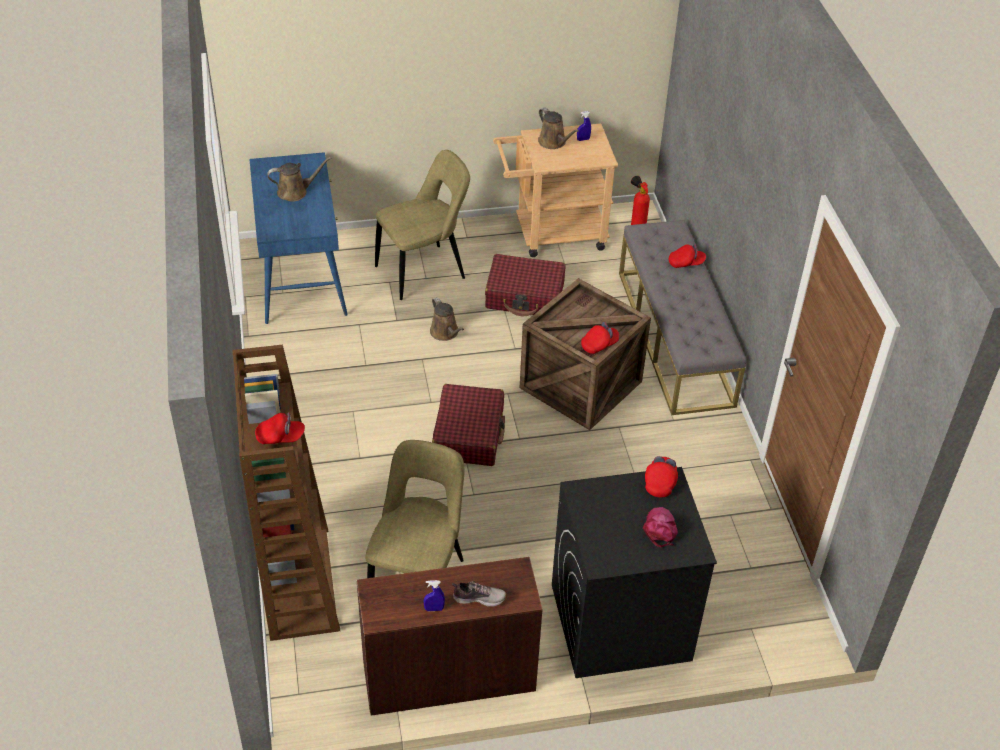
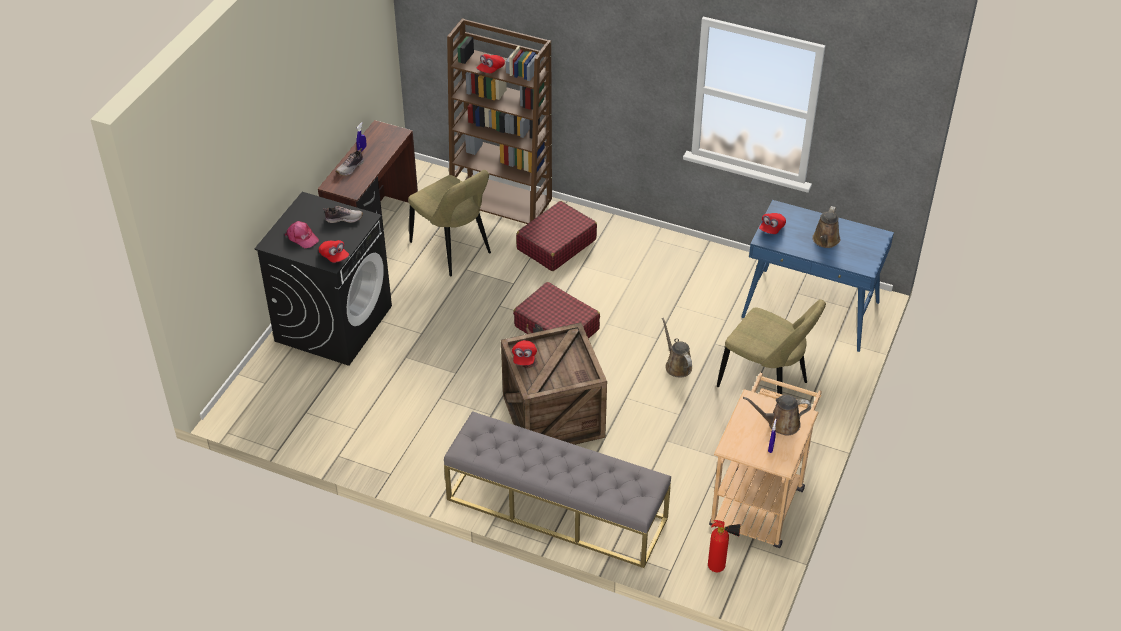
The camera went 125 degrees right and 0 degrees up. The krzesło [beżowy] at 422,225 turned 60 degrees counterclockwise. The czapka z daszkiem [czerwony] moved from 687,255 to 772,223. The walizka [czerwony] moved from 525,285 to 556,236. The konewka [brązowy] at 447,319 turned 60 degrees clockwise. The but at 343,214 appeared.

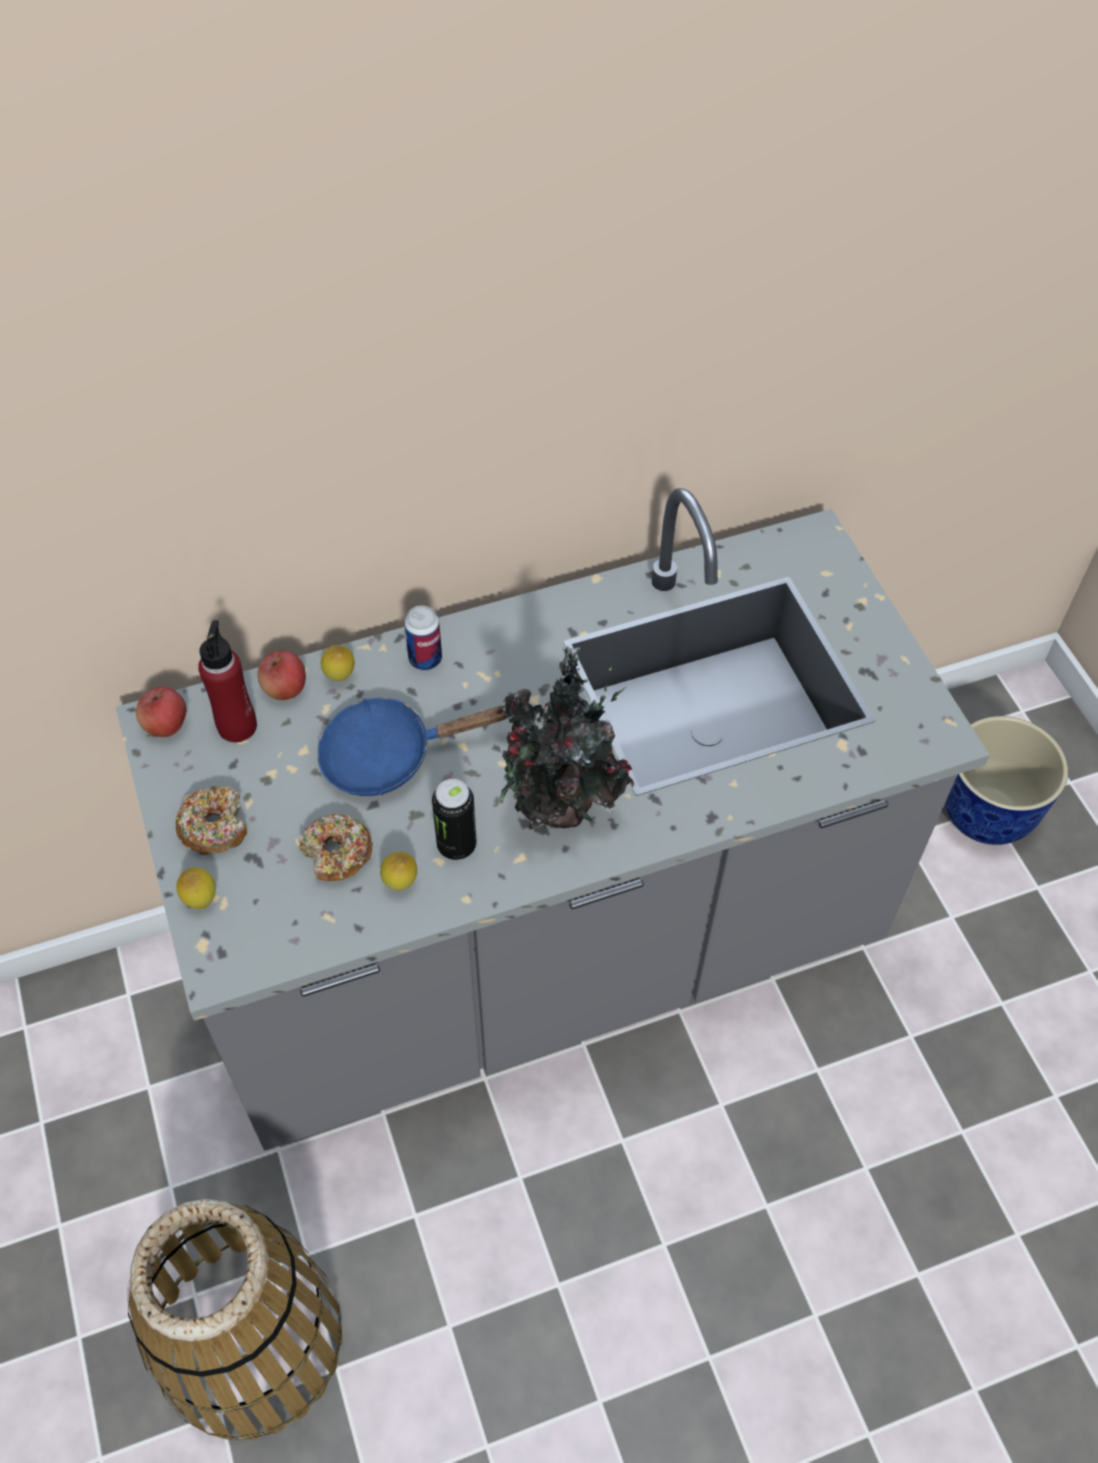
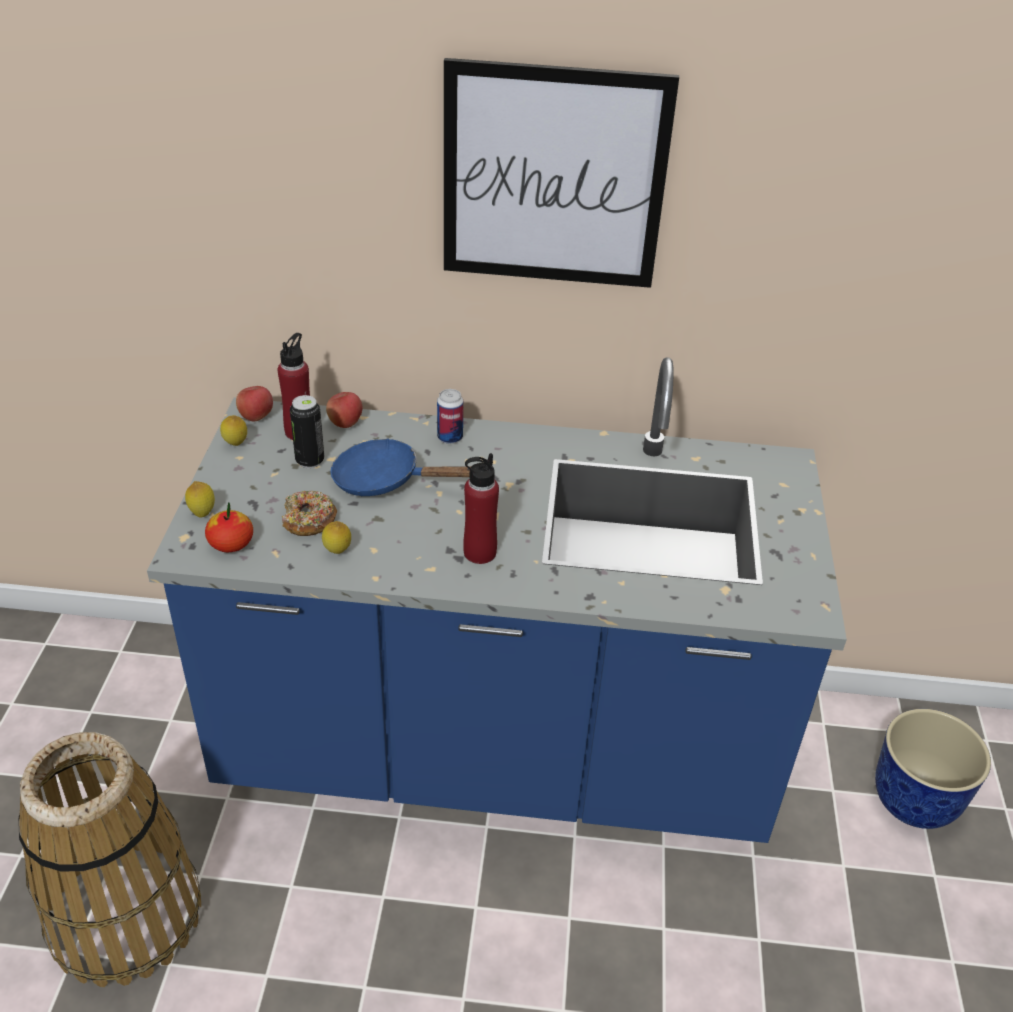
The camera went 25 degrees right and 15 degrees down. The zabudowa kuchenna [szary] at 553,819 became the zabudowa kuchenna [niebieski] at 497,600. The cytryna moved from 338,663 to 233,430. The roślina doniczkowa at 567,737 was replaced by the butelka [czerwony] at 481,508. The puszka moved from 454,819 to 307,431. The donut at 211,820 disappeared. The obraz at 561,173 appeared. The jabłko at 229,527 appeared.

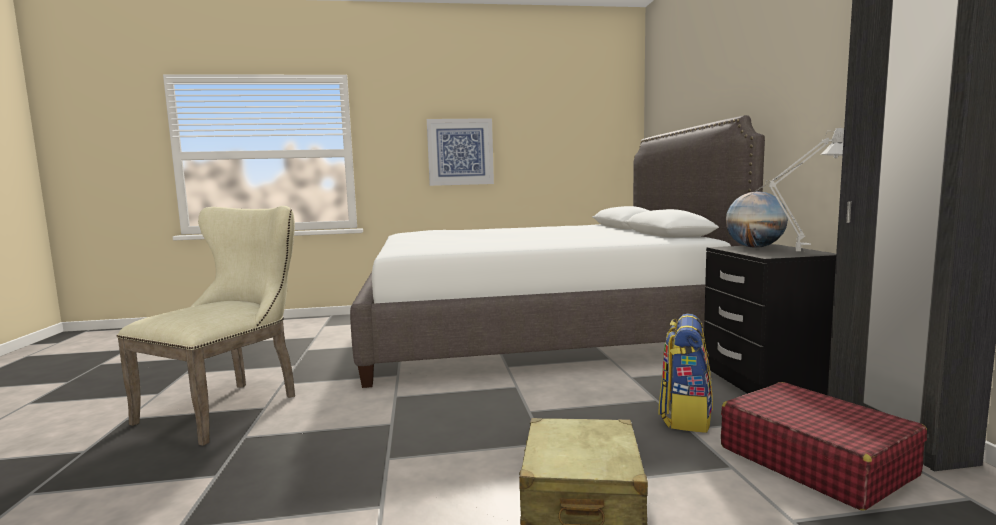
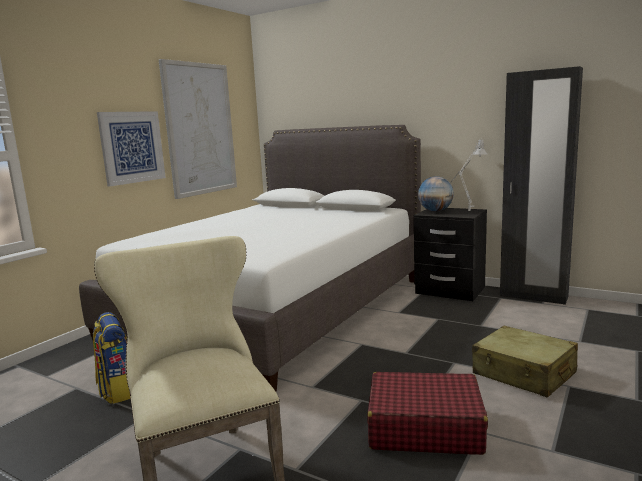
The camera went 50 degrees left and 5 degrees up. The plecak moved from 685,373 to 111,358. The walizka [czerwony] moved from 824,446 to 428,413. The obraz at 198,129 appeared.

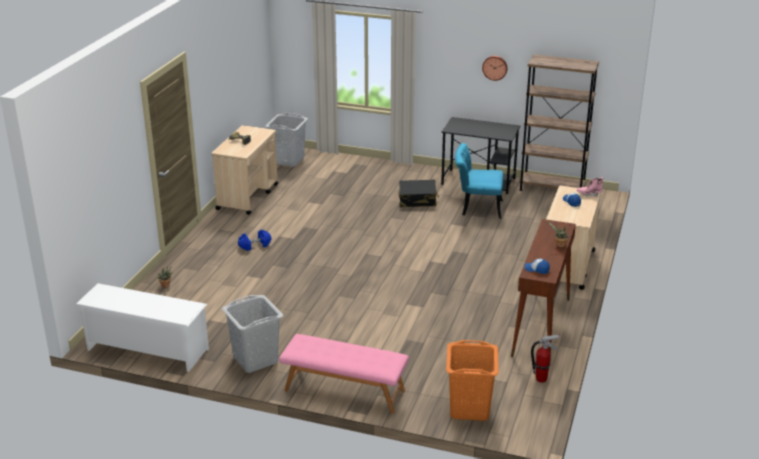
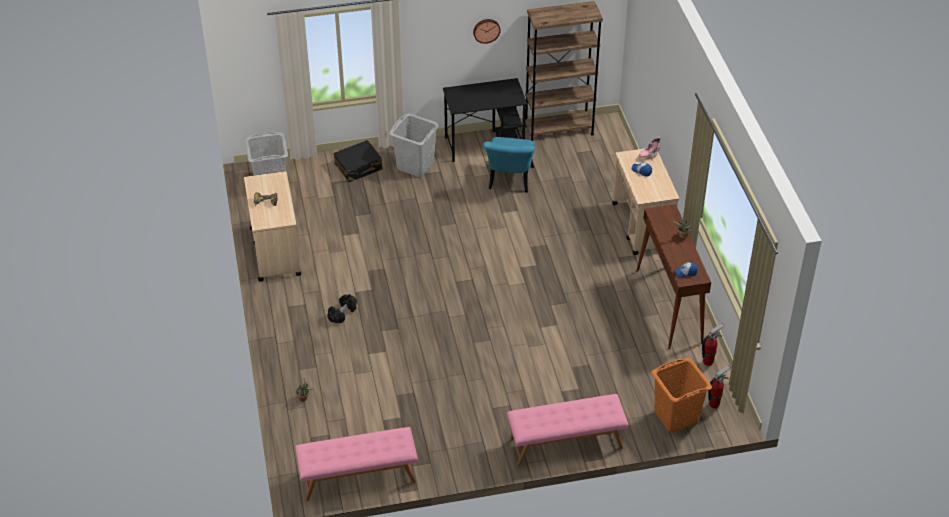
The camera went 30 degrees left and 15 degrees up. The krzesło [turkusowy] at 479,181 turned 60 degrees counterclockwise. The walizka [czarny] moved from 419,193 to 358,161. The hantel [niebieski] at 254,240 became the hantel [czarny] at 342,309. The regał na buty [biały] at 142,327 was replaced by the ławka [różowy] at 356,464. The kosz na pranie [szary] moved from 252,334 to 414,145. The gaśnica at 719,387 appeared.

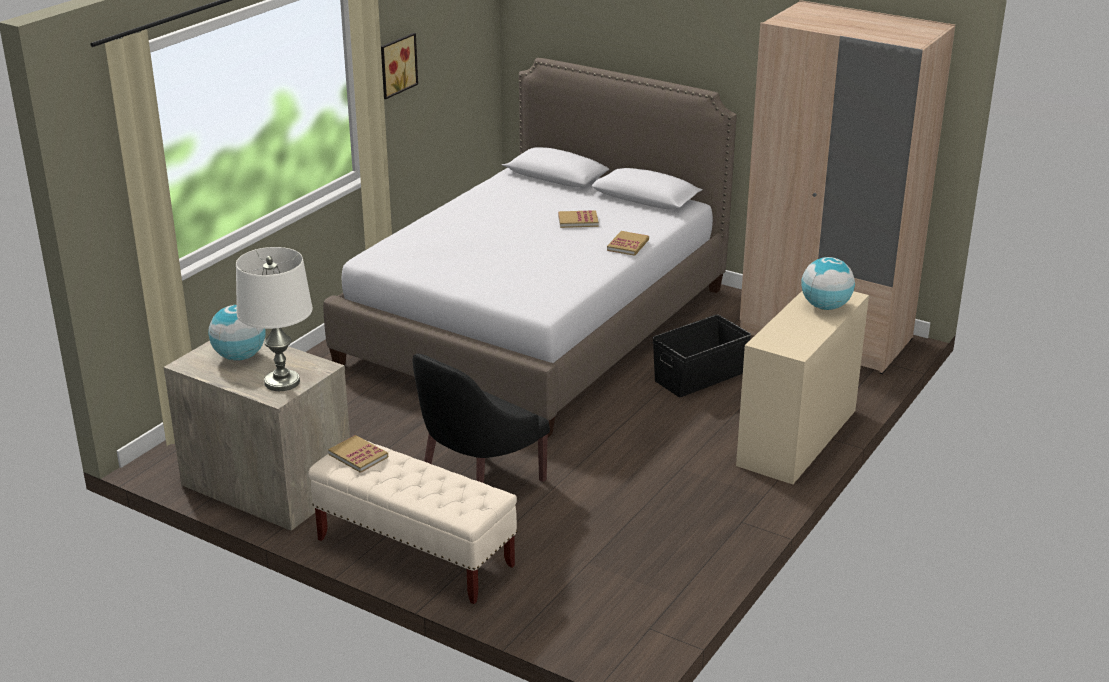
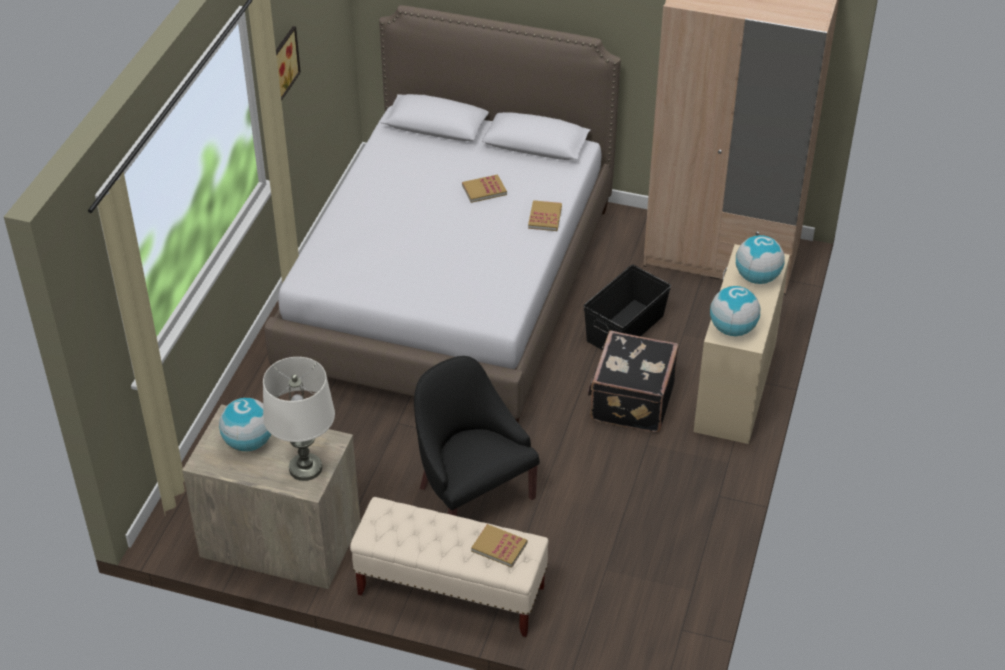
The camera went 15 degrees left and 15 degrees up. The fotel [czarny] at 481,418 turned 120 degrees clockwise. The książka moved from 358,454 to 499,546. The globus at 735,311 appeared. The walizka [czarny] at 633,381 appeared.

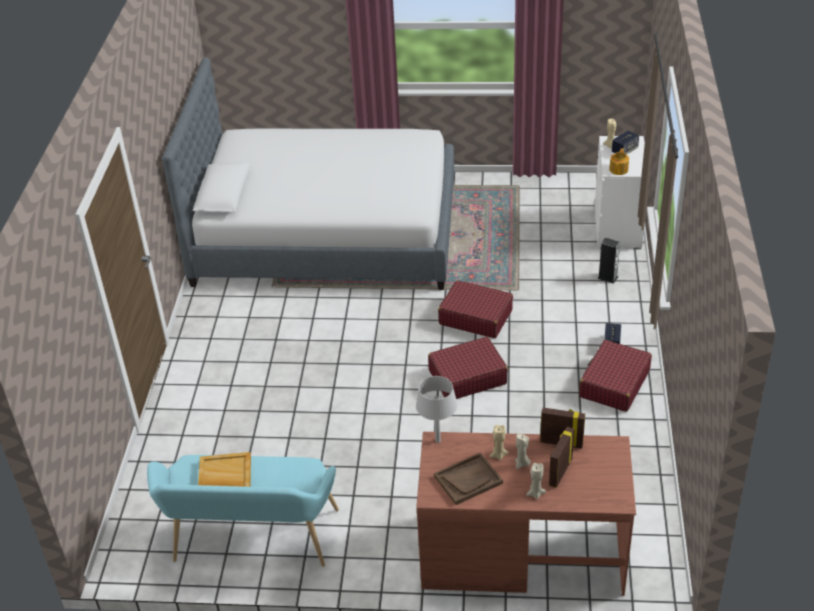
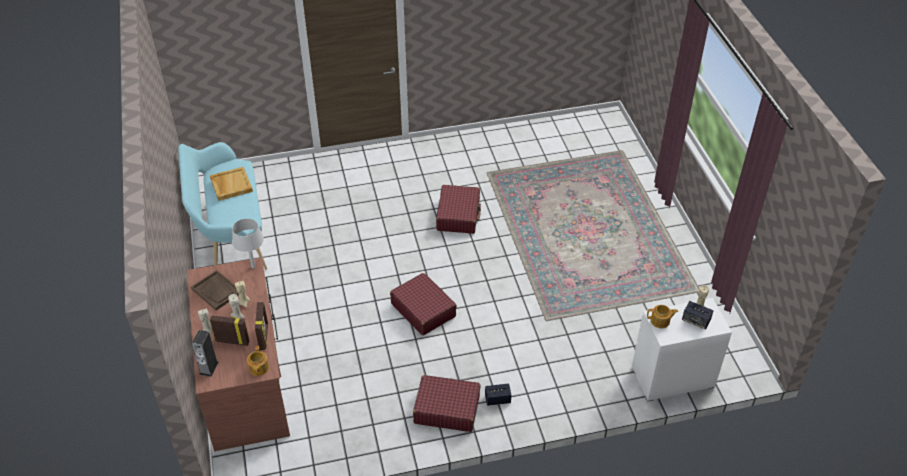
The camera went 70 degrees right and 5 degrees up. The łóżko at 308,173 disappeared. The głośnik moved from 608,261 to 205,353. The walizka [czerwony] moved from 475,309 to 458,209. The imbryk at 258,361 appeared.

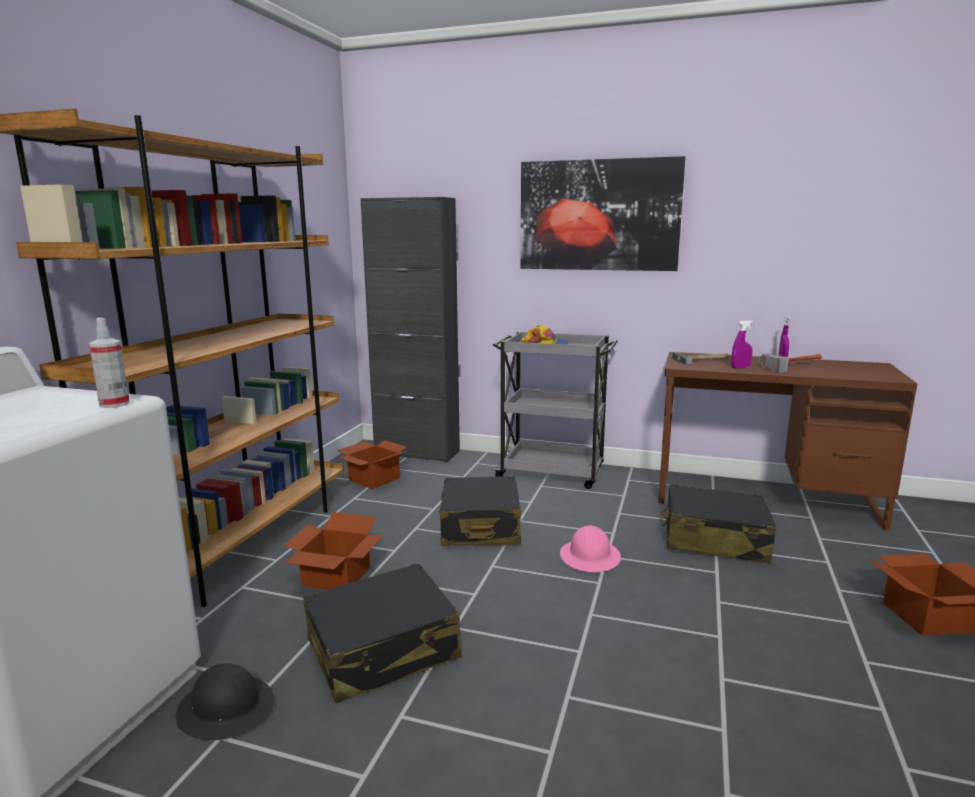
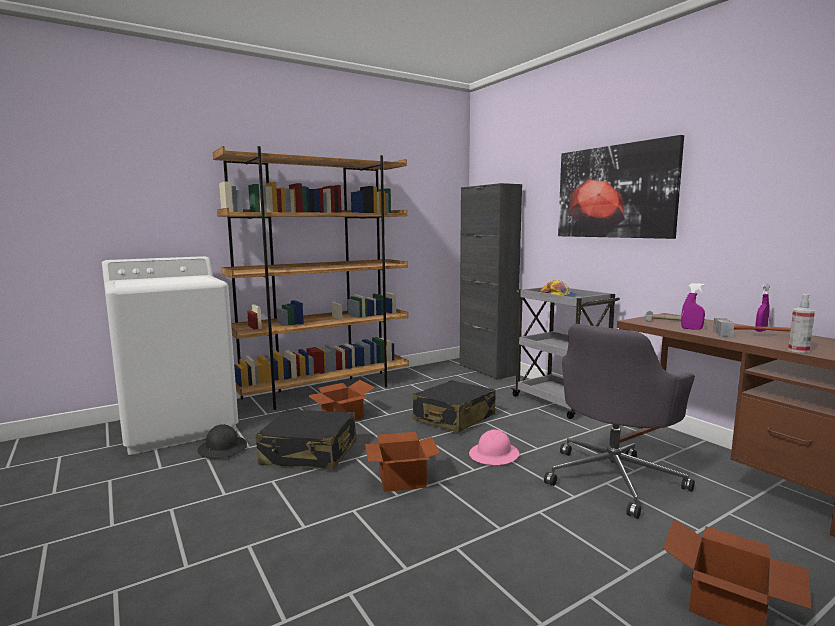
The camera went 40 degrees right and 5 degrees down. The spryskiwacz moved from 109,363 to 801,323. The karton moved from 372,464 to 402,462. The walizka [czarny] at 718,523 was replaced by the krzesło biurowe [szary] at 619,421.

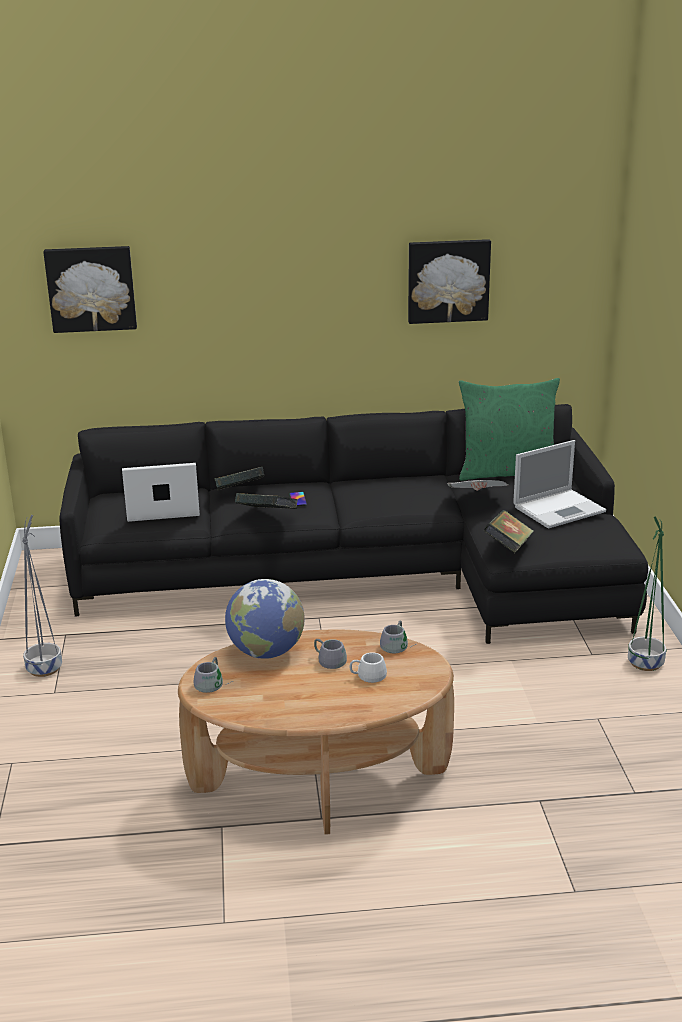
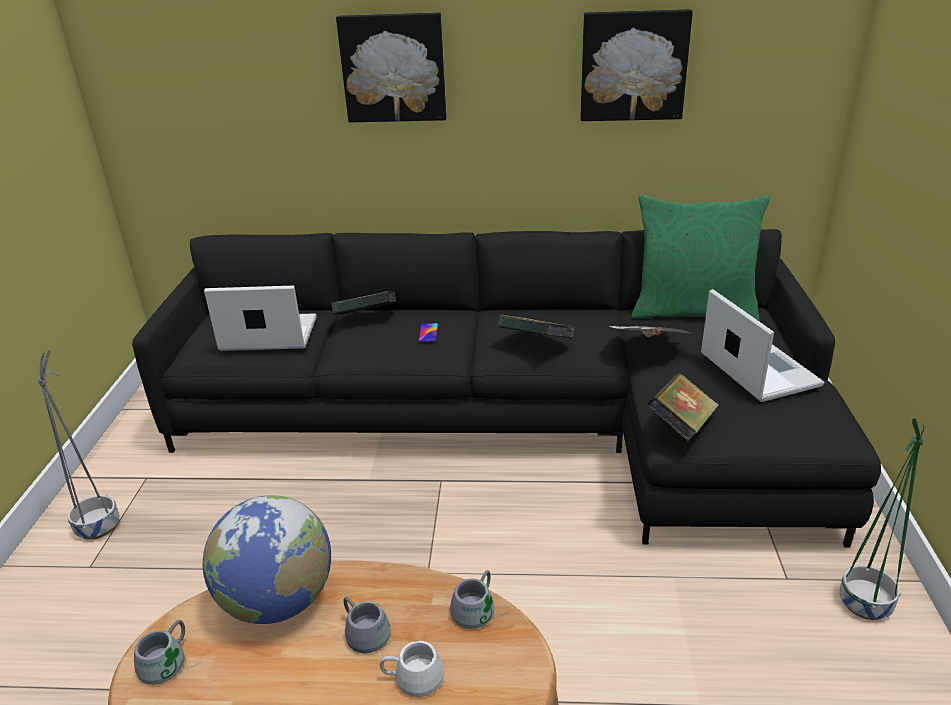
The camera went 10 degrees right and 5 degrees up. The obraz moved from 90,289 to 391,67. The laptop at 559,484 turned 90 degrees counterclockwise. The książka moved from 266,501 to 536,326.

